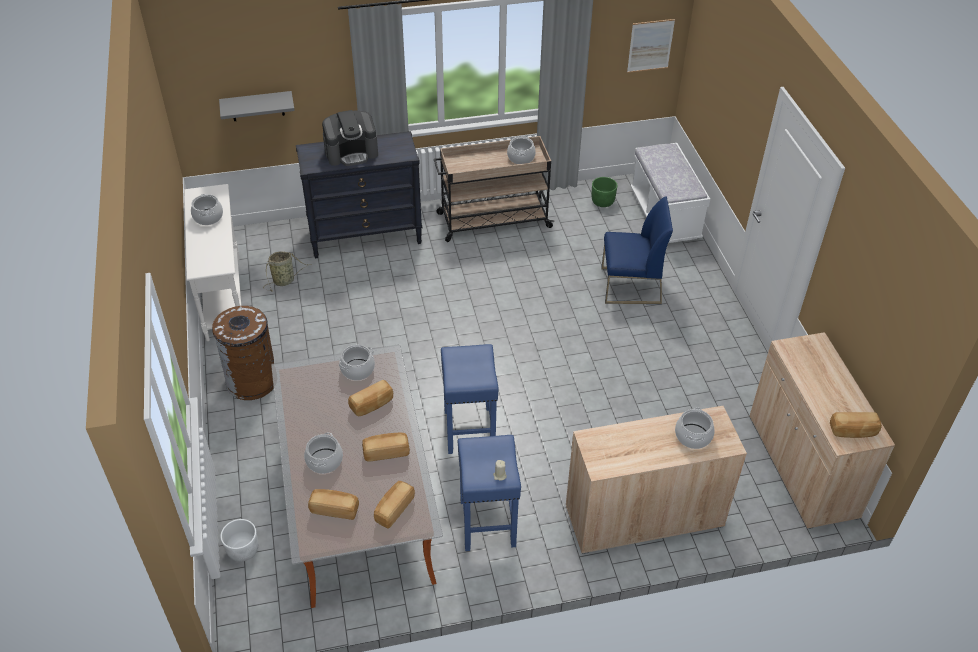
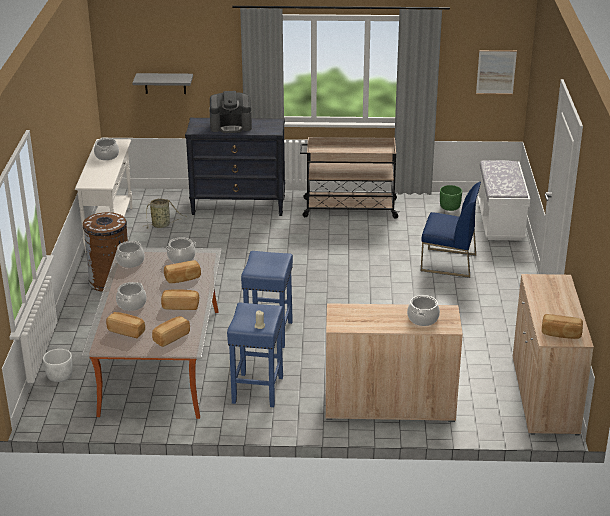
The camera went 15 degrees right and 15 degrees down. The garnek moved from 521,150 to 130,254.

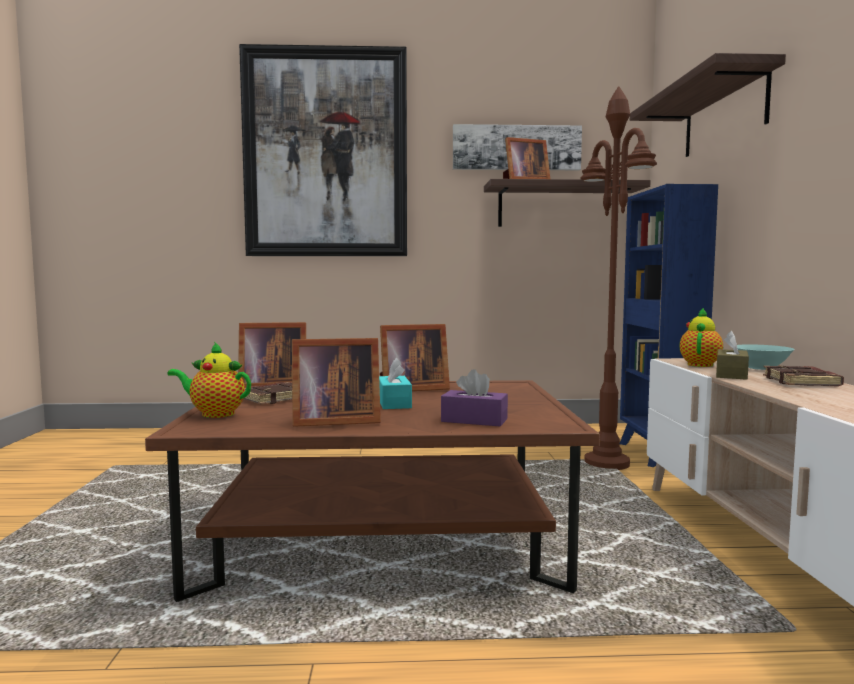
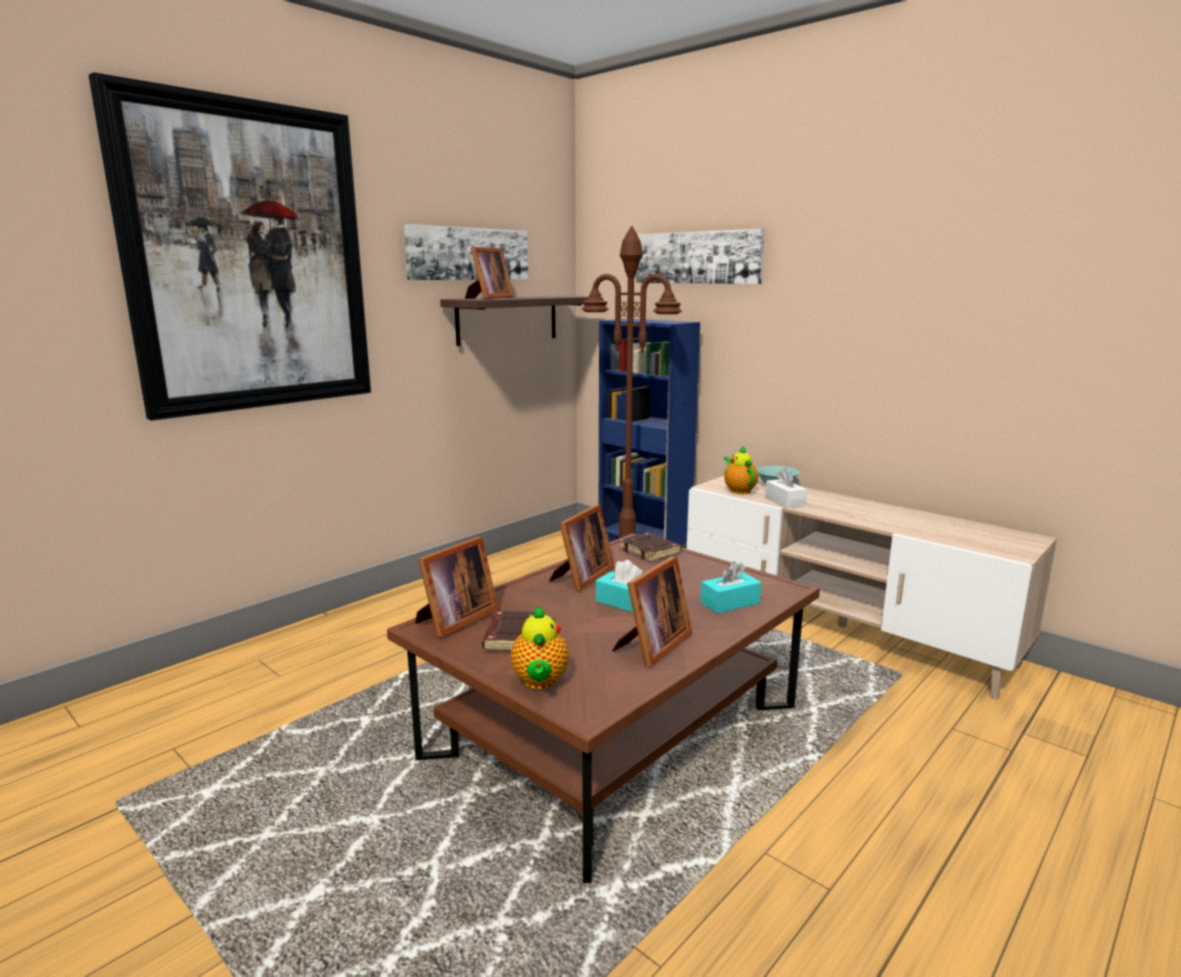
The camera went 45 degrees left and 10 degrees up. The półka at 708,105 was replaced by the obraz at 700,256. The pudełko chusteczek [brązowy] at 732,355 became the pudełko chusteczek [biały] at 786,488. The imbryk at 209,380 turned 60 degrees counterclockwise. The książka [brązowy] moved from 803,375 to 650,547. The pudełko chusteczek [fioletowy] at 474,397 became the pudełko chusteczek [turkusowy] at 730,587.

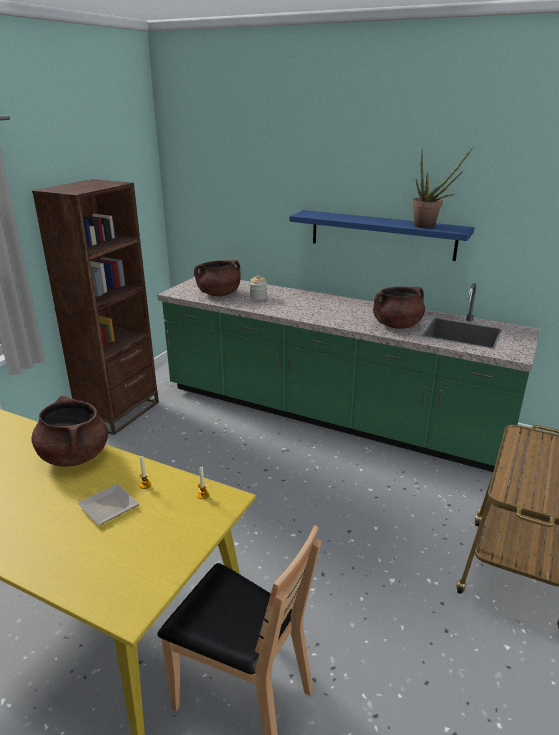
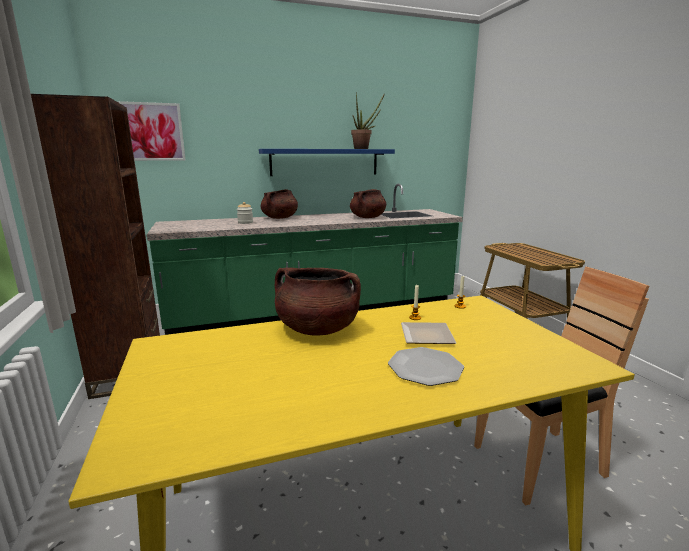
The camera went 45 degrees left and 10 degrees down. The garnek [brązowy] moved from 217,278 to 279,204. The obraz at 152,131 appeared. The talerz at 426,366 appeared.

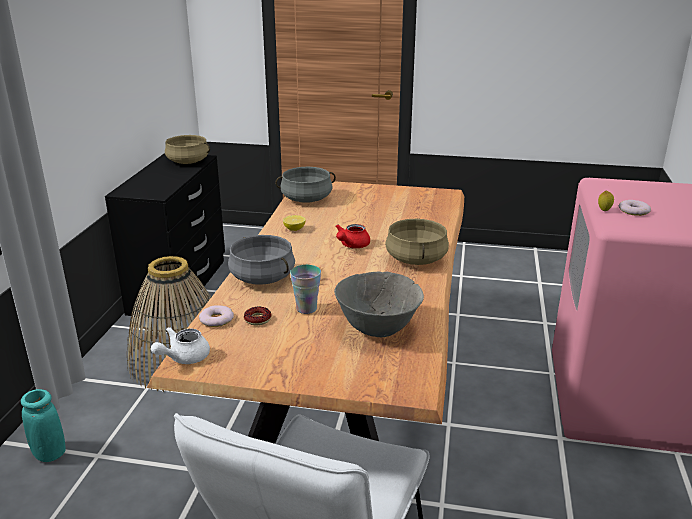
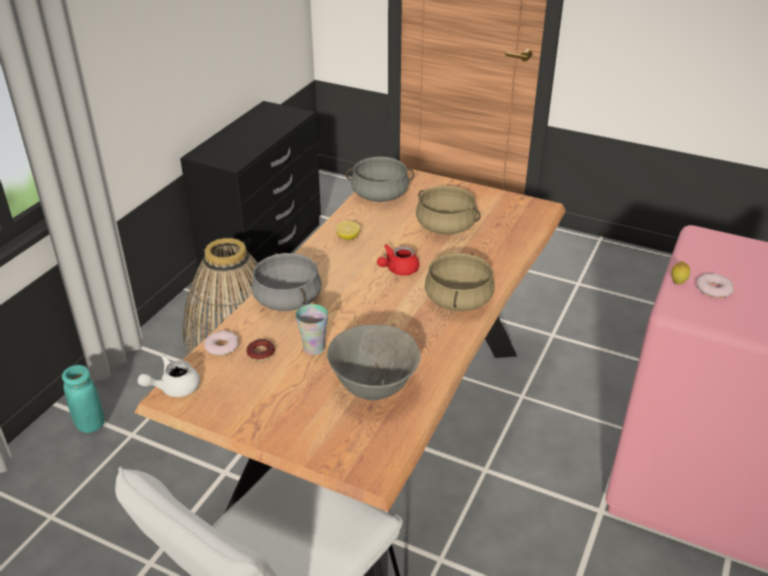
The camera went 15 degrees right and 10 degrees up. The garnek [beżowy] moved from 187,149 to 448,210.

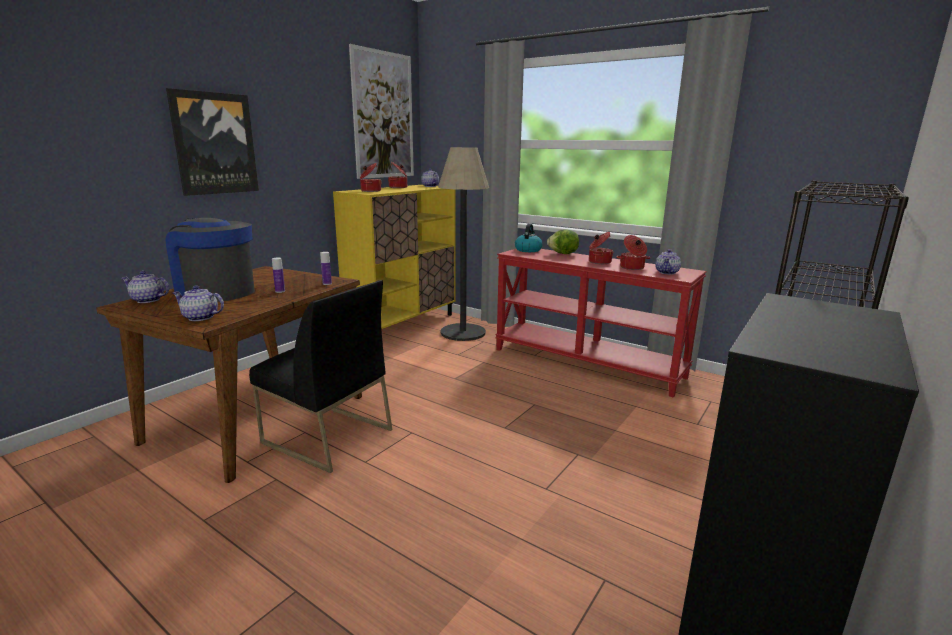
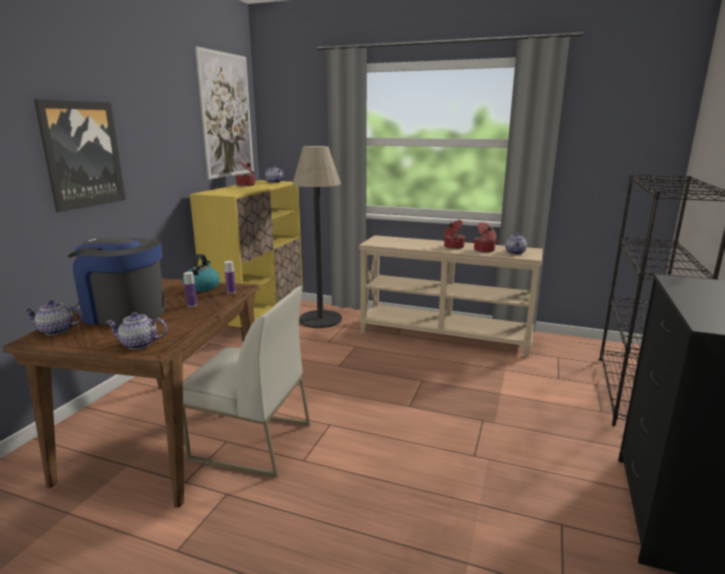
The camera went 15 degrees left and 0 degrees up. The garnek at 371,177 disappeared. The czajnik moved from 529,238 to 201,273. The sałata at 563,241 disappeared. The stolik konsolowy [czerwony] at 601,323 became the stolik konsolowy [beżowy] at 451,296. The krzesło [czarny] at 320,376 became the krzesło [biały] at 247,382.

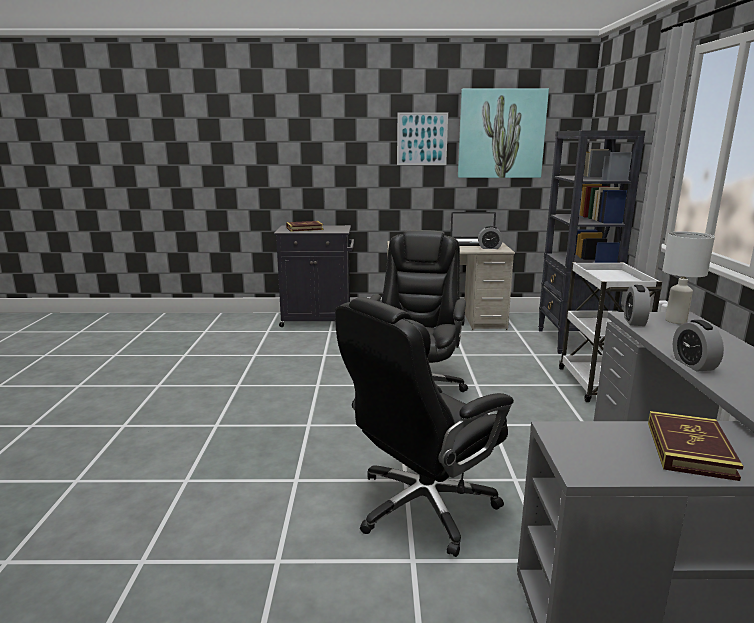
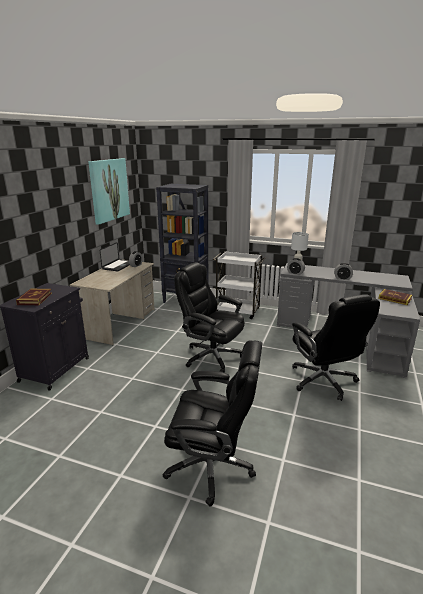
The camera went 70 degrees left and 5 degrees up. The obraz at 422,138 disappeared. The krzesło biurowe [czarny] at 212,423 appeared.

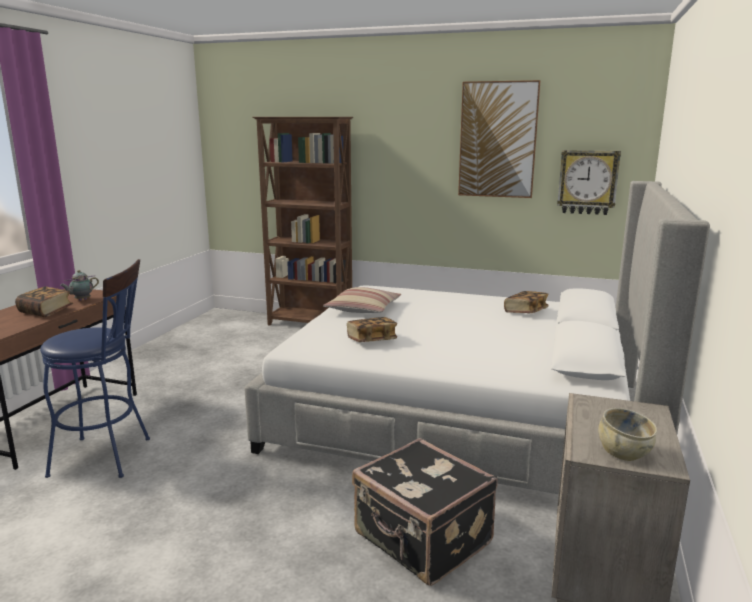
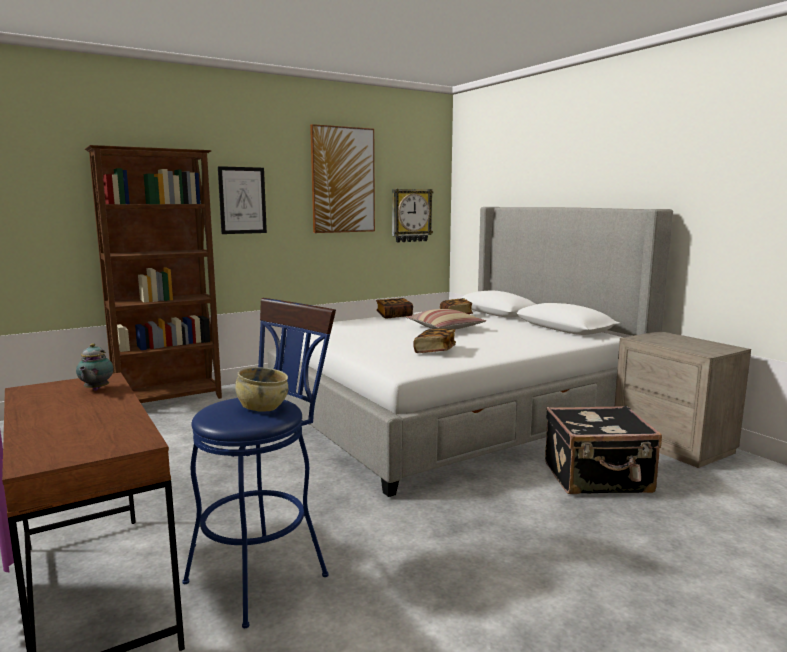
The camera went 50 degrees left and 5 degrees down. The książka moved from 44,301 to 394,308. The poduszka moved from 362,300 to 446,319. The miska [beżowy] moved from 627,434 to 261,389. The obraz at 242,200 appeared.

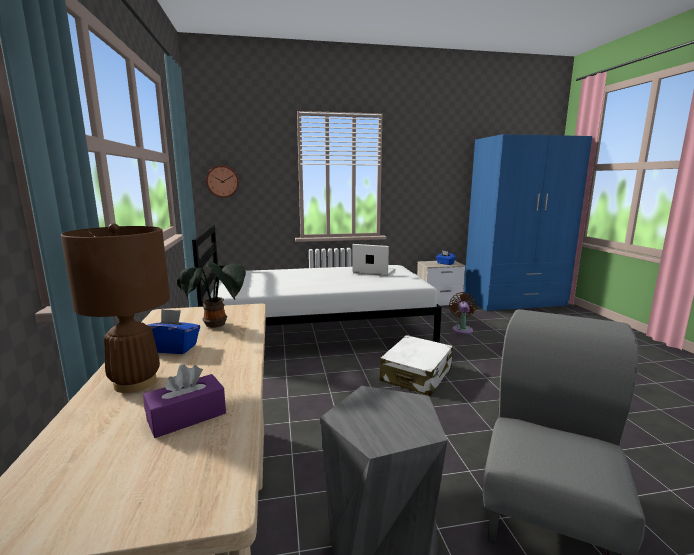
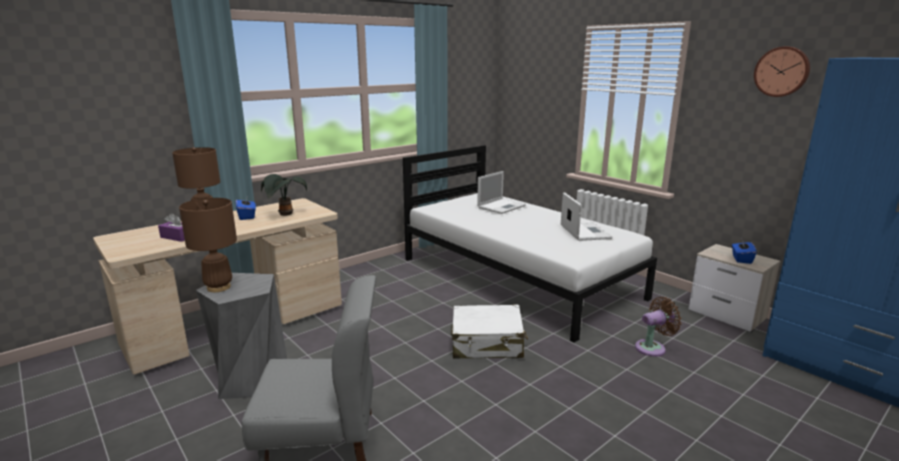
The camera went 60 degrees right and 5 degrees up. The zegar ścienny moved from 222,182 to 782,71. The laptop at 501,192 appeared. The lampa stołowa [brązowy] at 208,245 appeared.

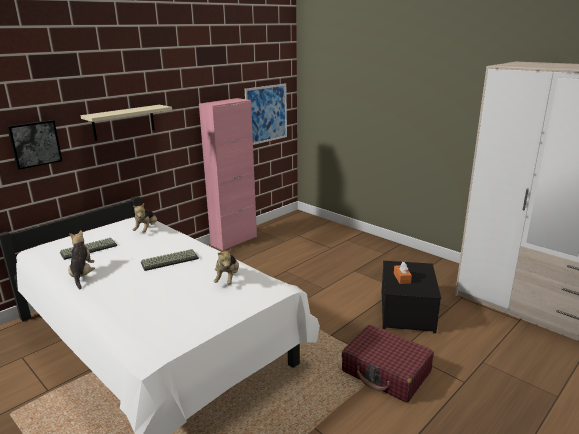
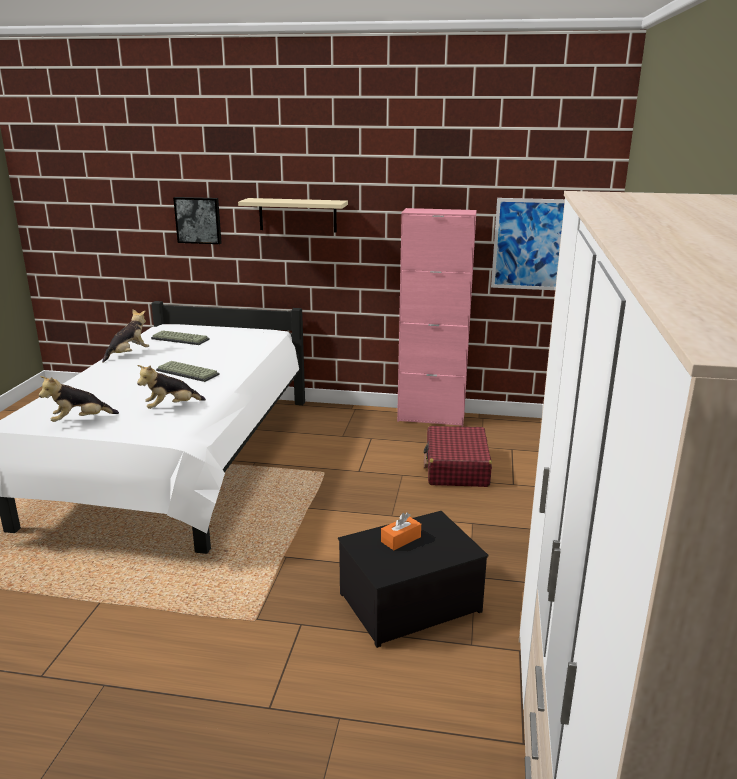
The camera went 55 degrees right and 0 degrees up. The pluszak moved from 145,217 to 79,399. The walizka [czerwony] moved from 388,364 to 457,456.

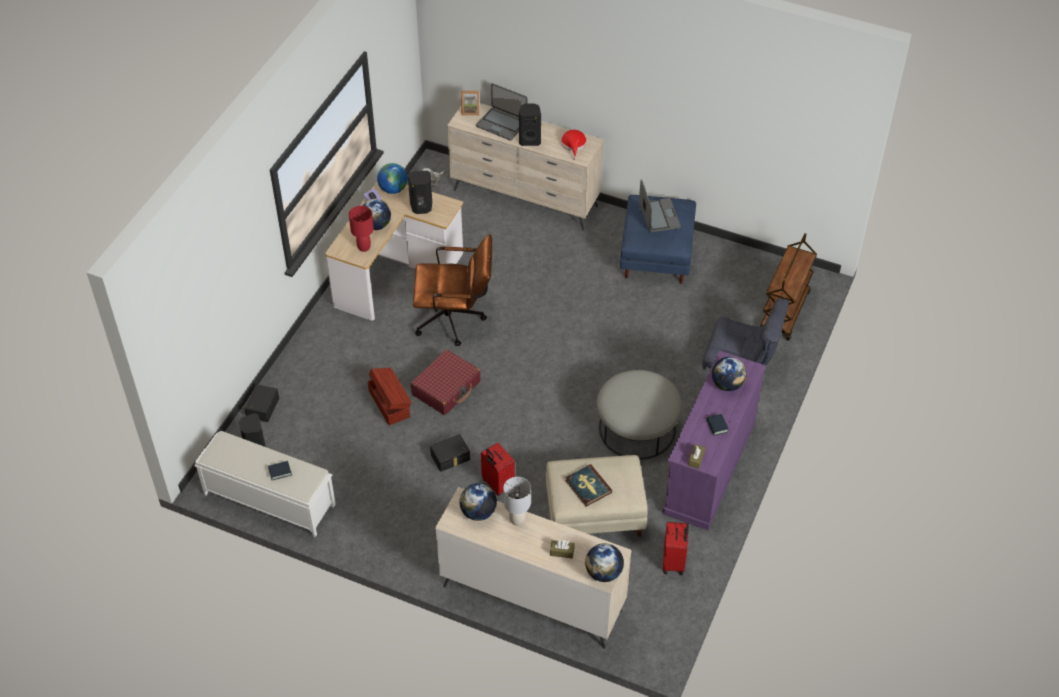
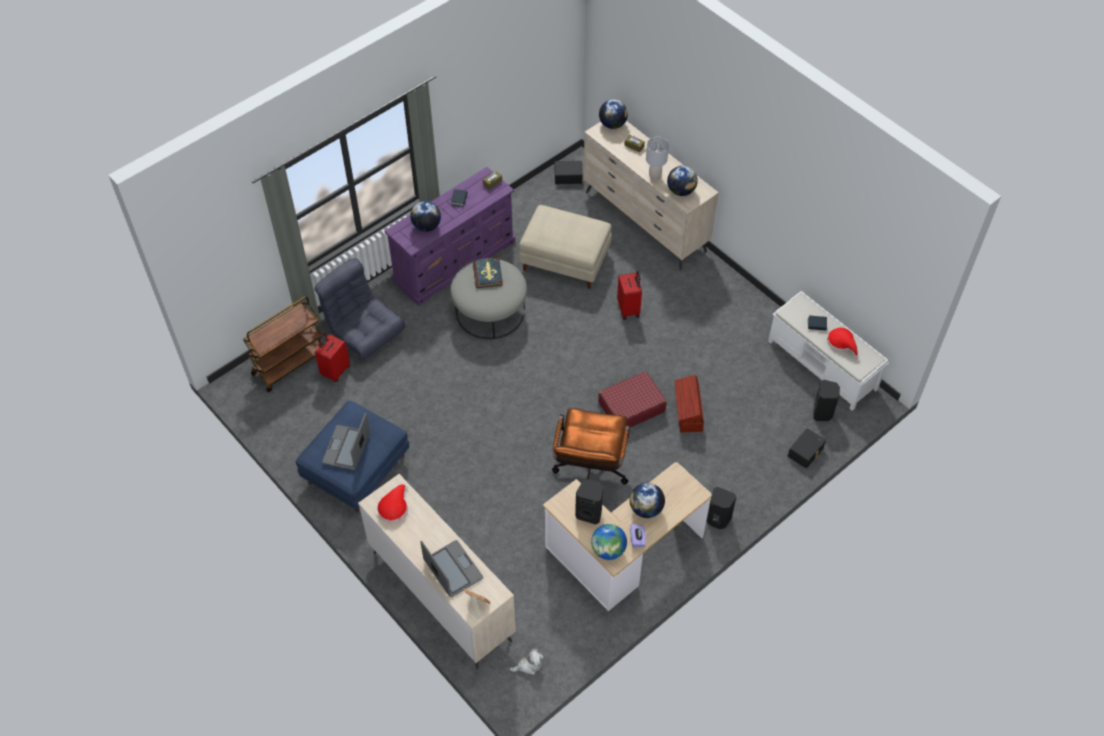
The camera went 155 degrees left and 5 degrees up. The głośnik [czarny] moved from 530,124 to 721,508. The lampa stołowa [czerwony] at 361,229 disappeared. The krzesło biurowe [brązowy] at 452,290 turned 105 degrees counterclockwise. The pojemnik do przechowywania [czarny] moved from 450,453 to 568,172. The książka moved from 588,485 to 488,273. The walizka [czerwony] moved from 676,548 to 332,357. The kapelusz [czerwony] at 842,343 appeared.

